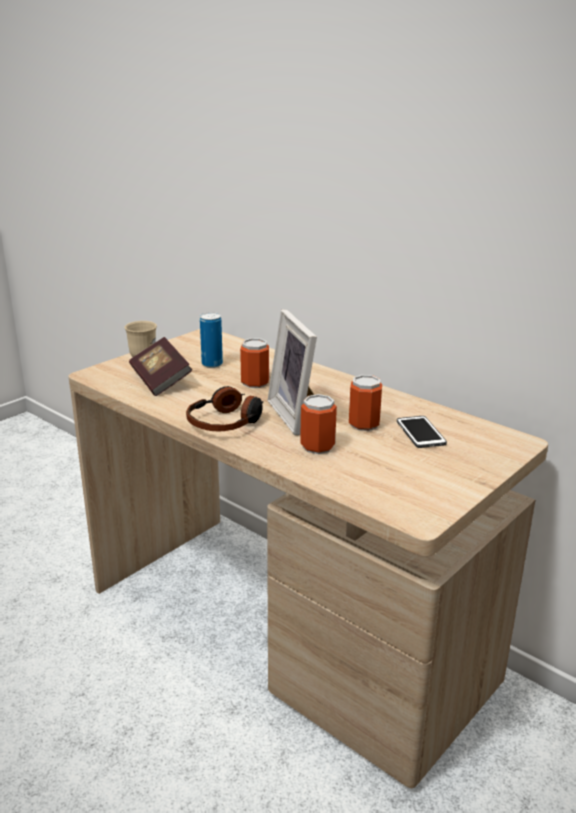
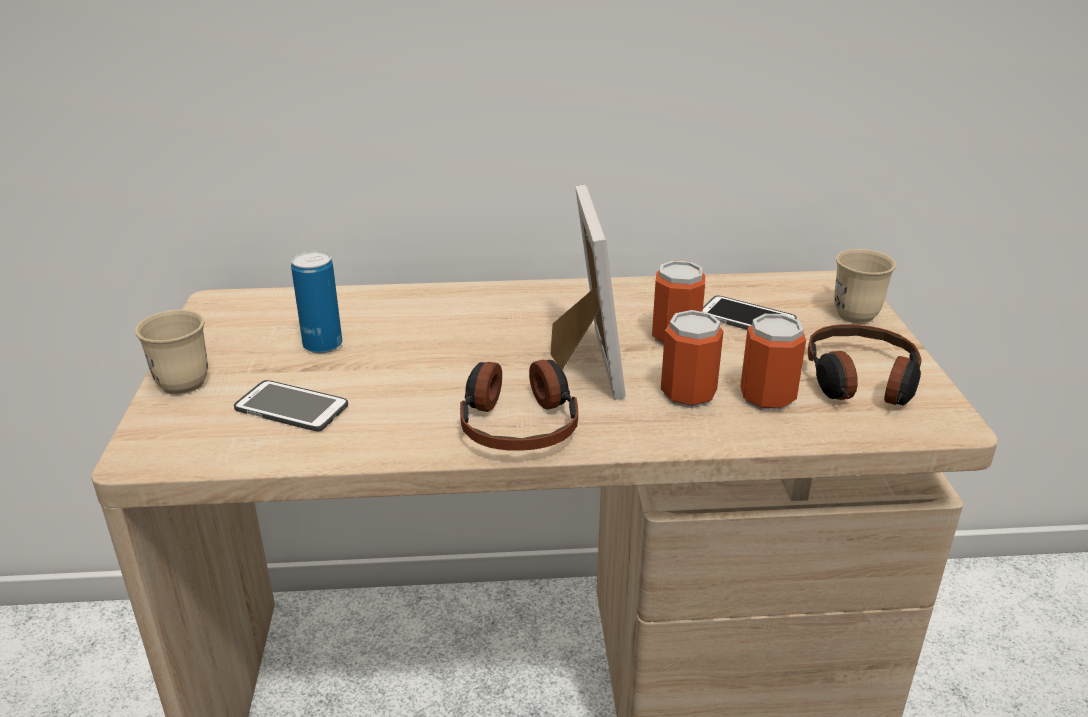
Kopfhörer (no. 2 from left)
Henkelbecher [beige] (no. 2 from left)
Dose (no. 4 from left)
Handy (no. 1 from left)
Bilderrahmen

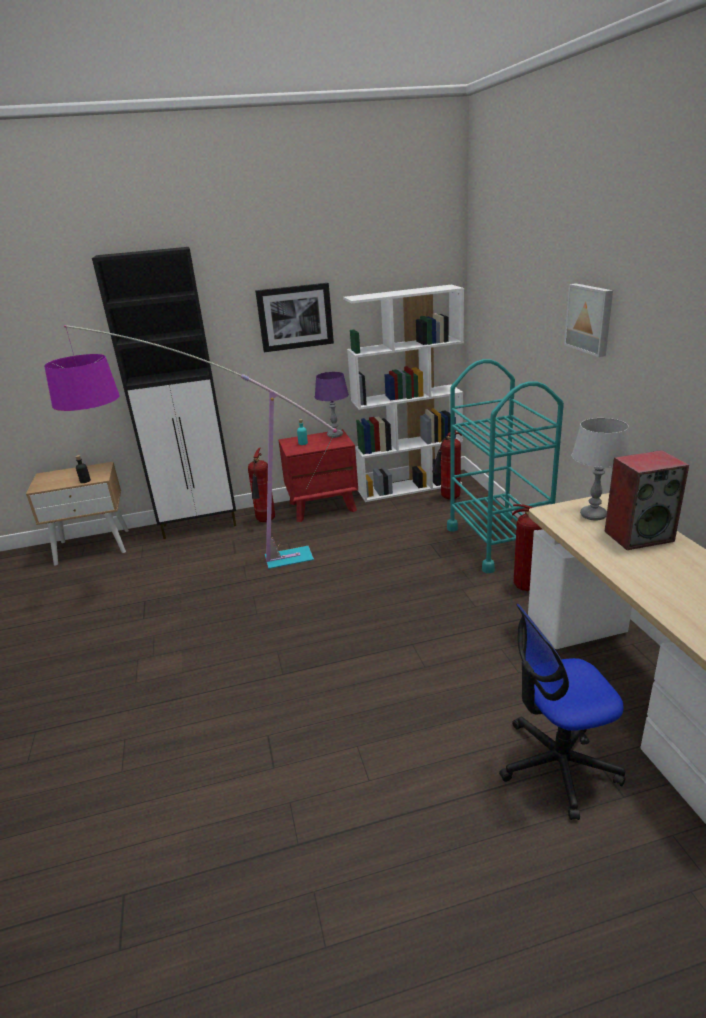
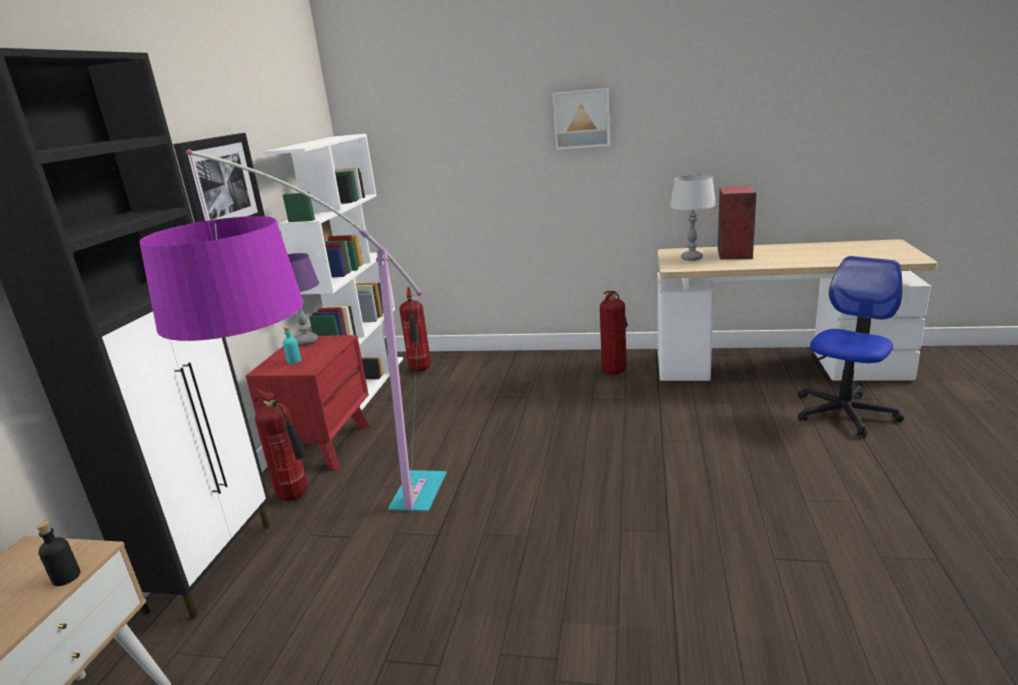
Rollwagen [türkis]
Bürostuhl

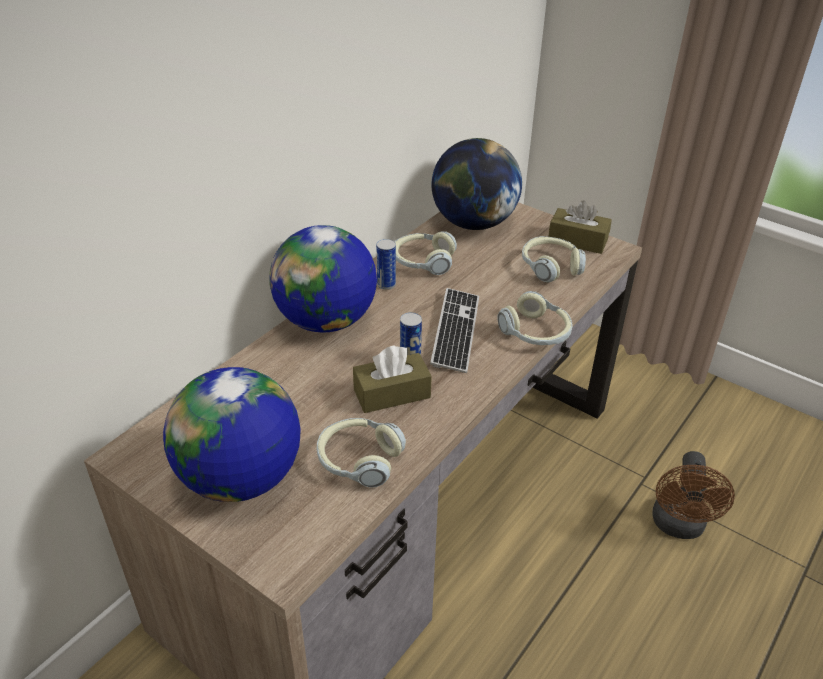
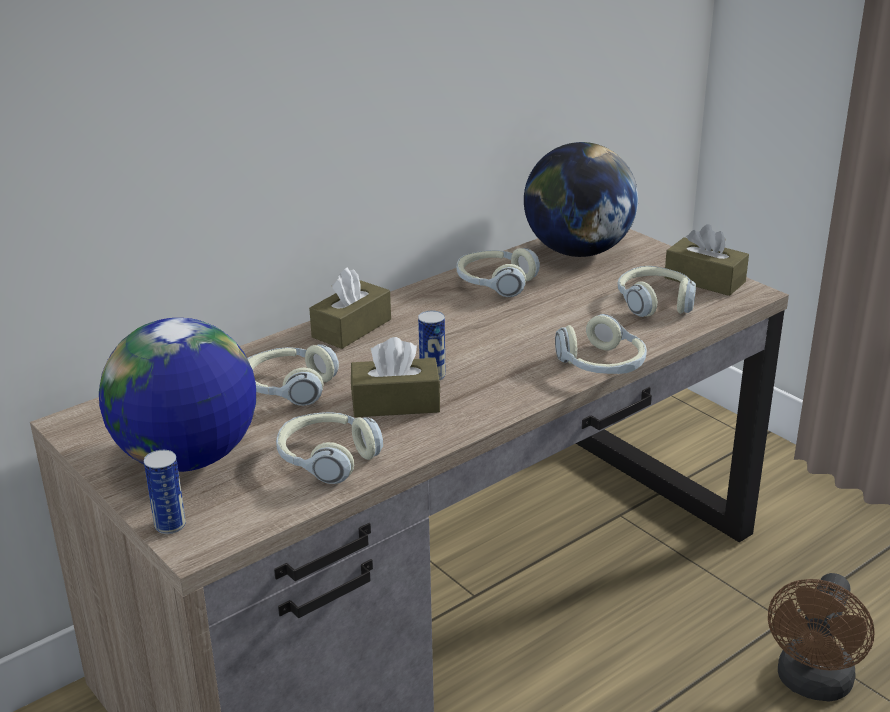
Tastatur
Kopfhörer (no. 1 from left)
Dose (no. 1 from left)
Taschentuchbox [braun] (no. 1 from left)

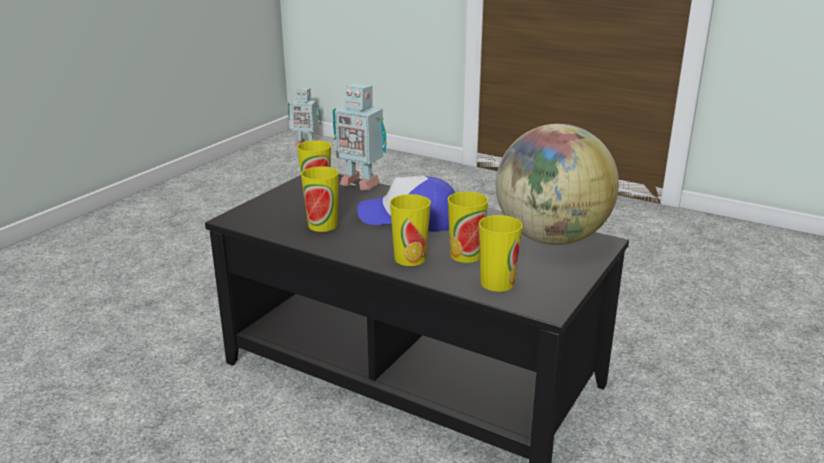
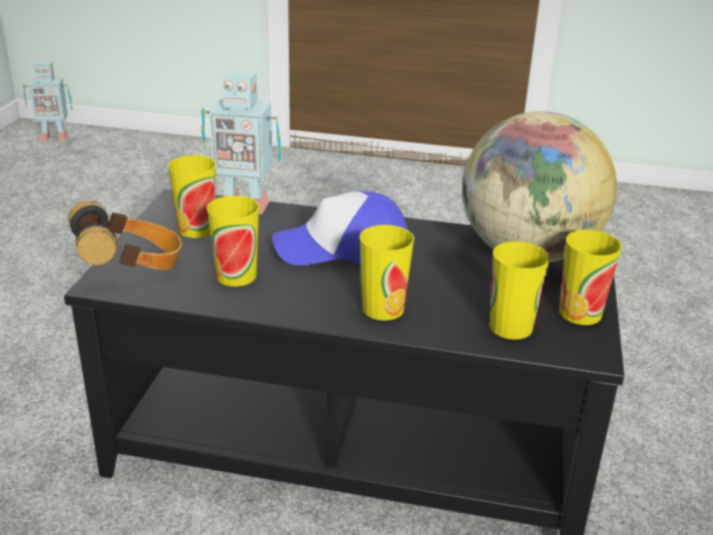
Kopfhörer
Tasse (no. 5 from left)

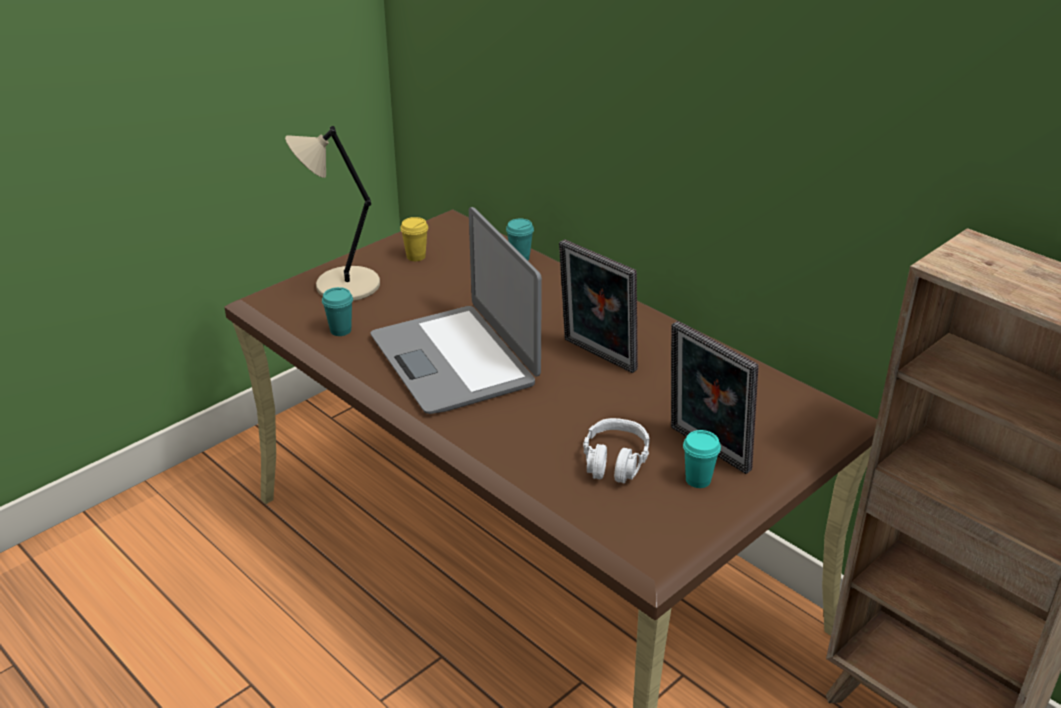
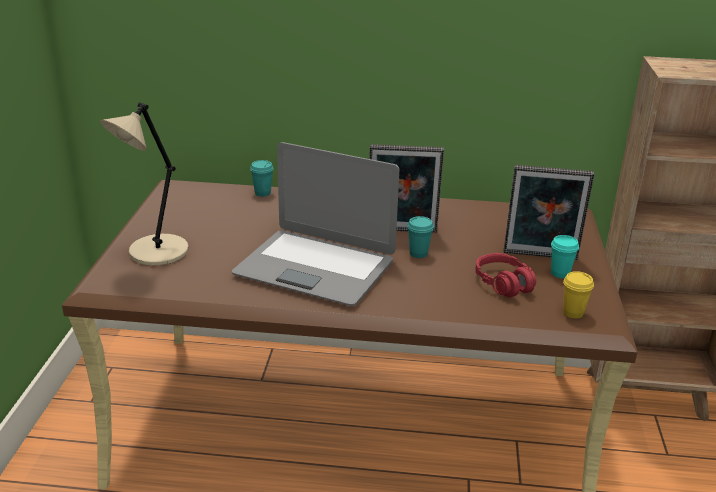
Tasse [türkis] (no. 2 from left)
Tasse [gelb]
Kopfhörer [rot]

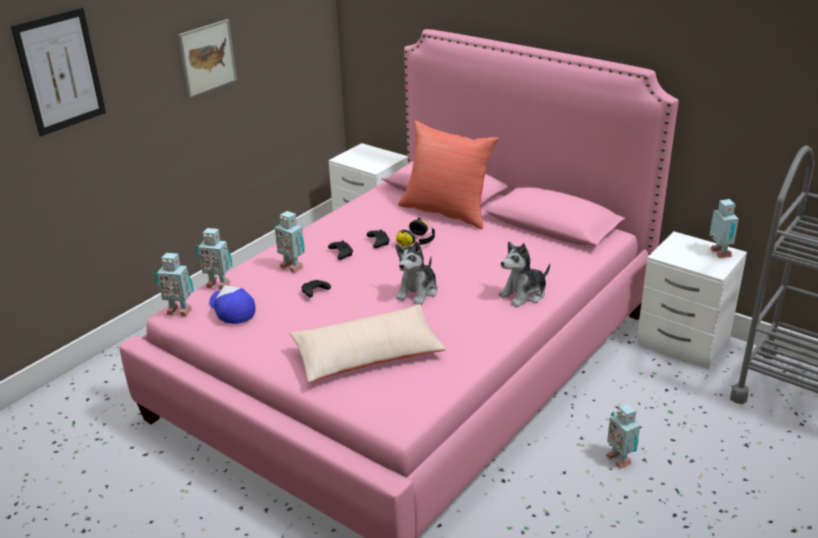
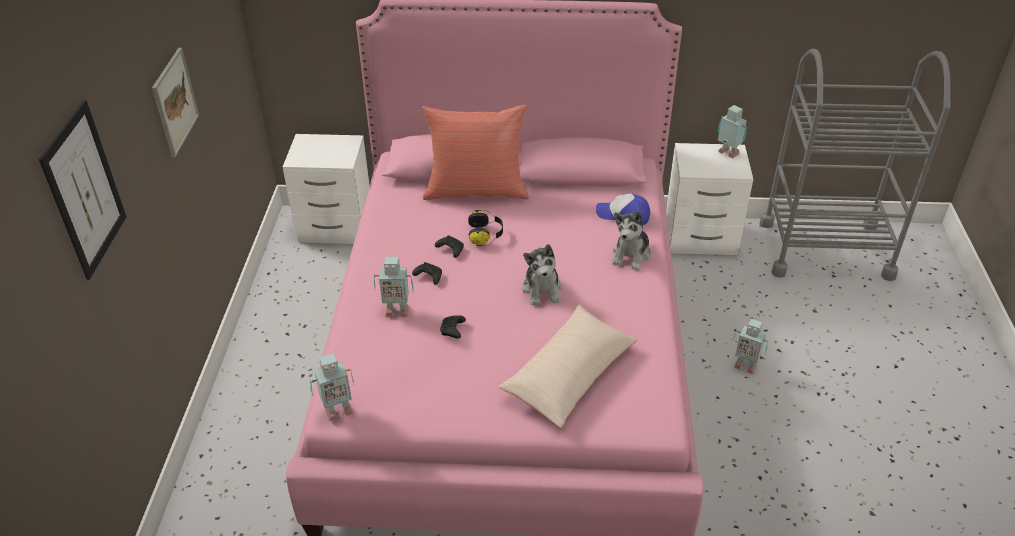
Spielzeugroboter (no. 2 from left in the first image)
Kappe

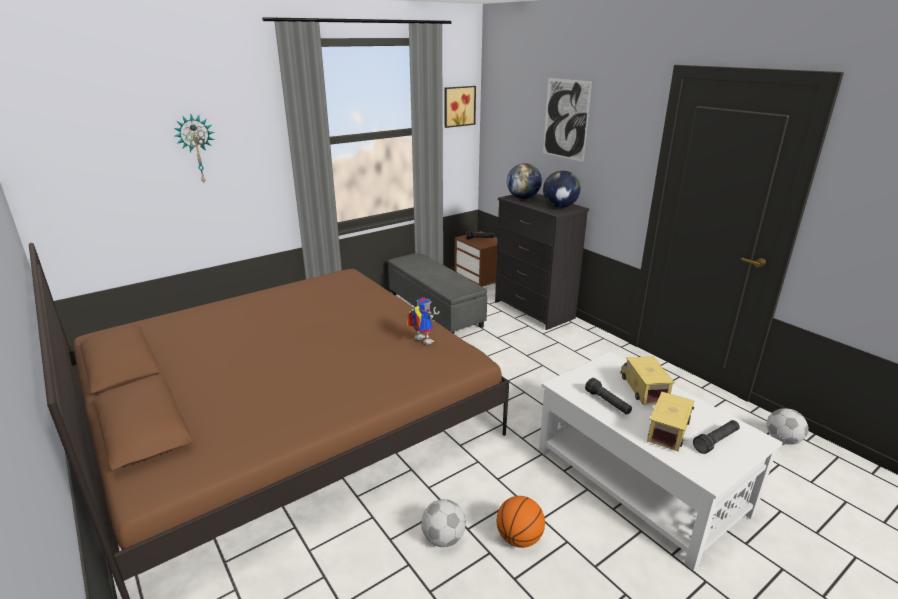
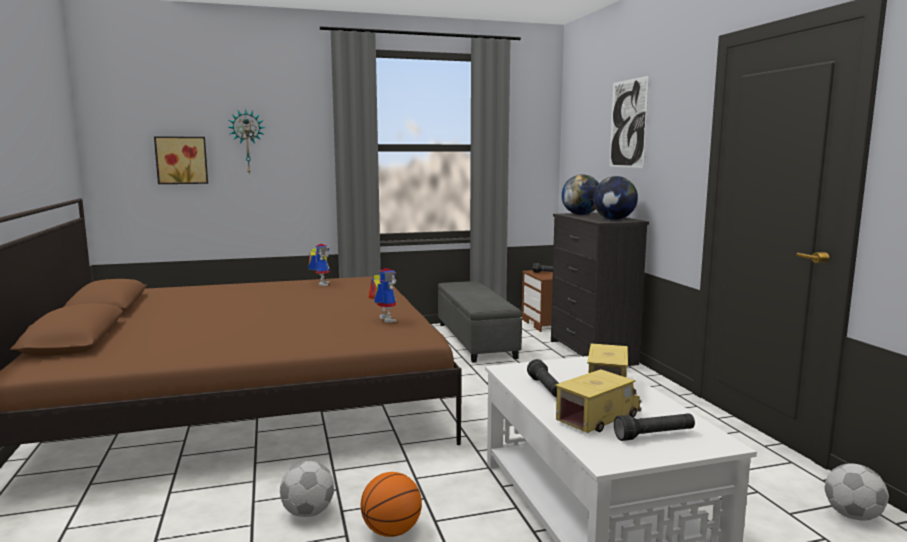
Spielzeugroboter (no. 1 from left)
Bild (no. 1 from left)

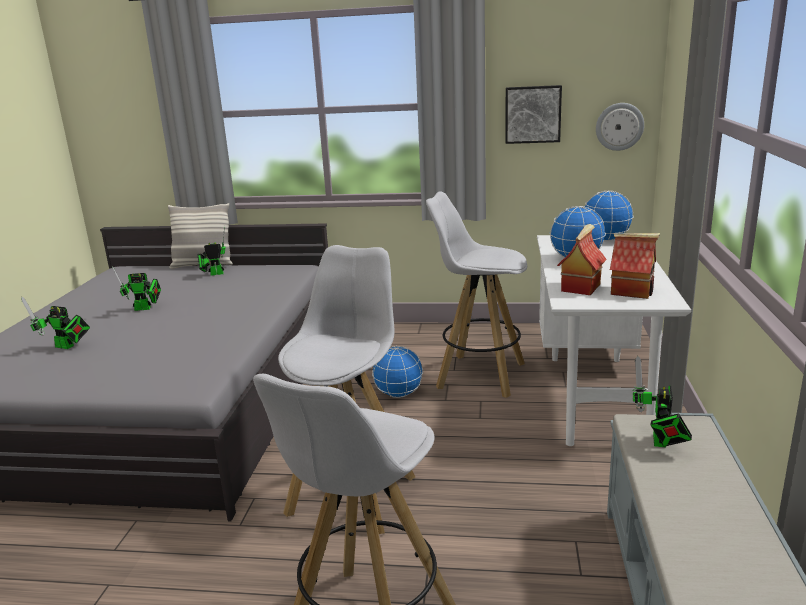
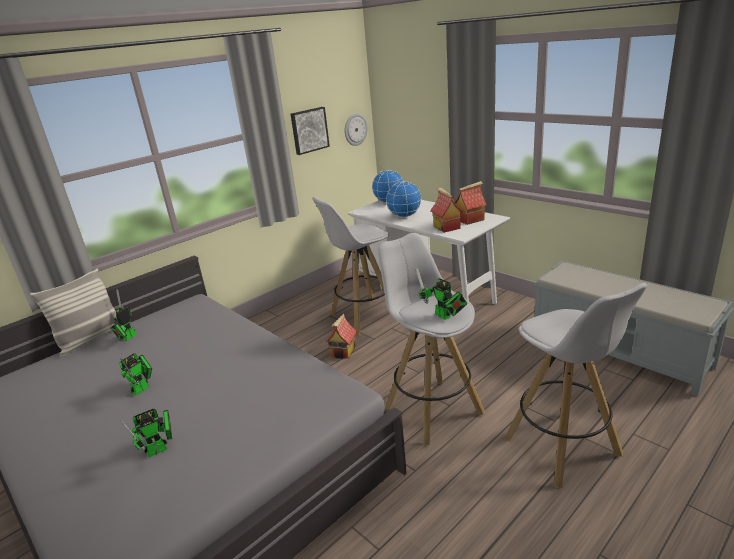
Spielzeugroboter (no. 4 from left)
Spielzeughaus (no. 1 from left)

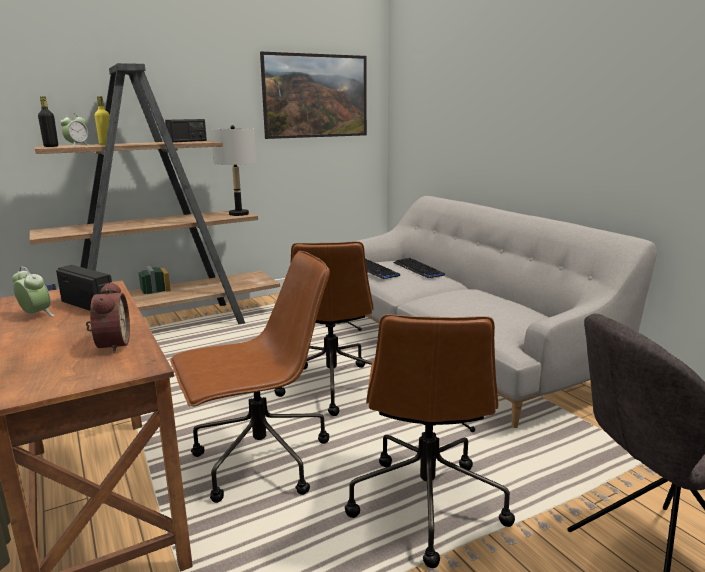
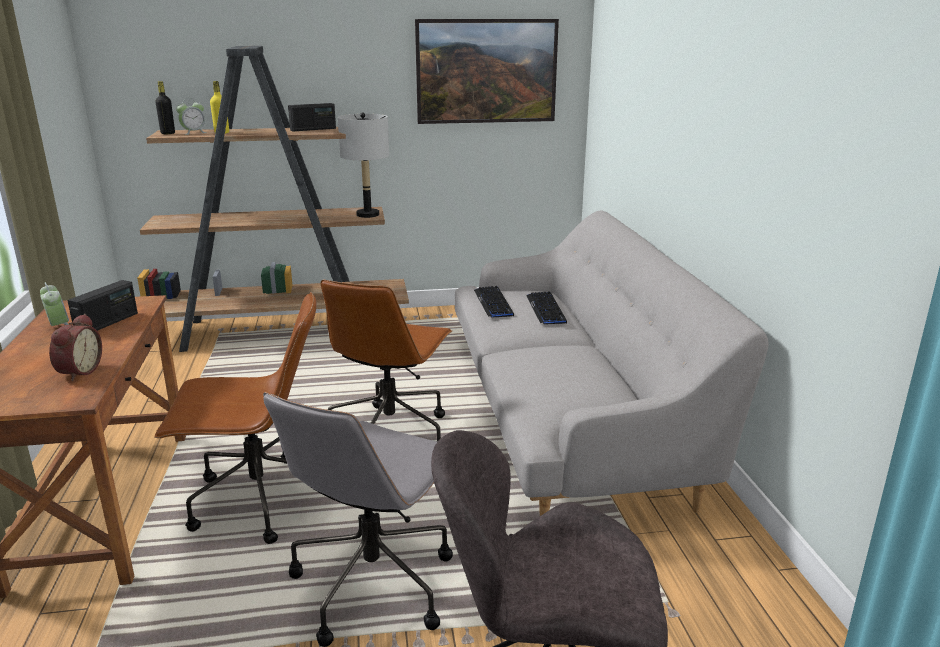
Bürostuhl [grau]
Radio (no. 1 from left)

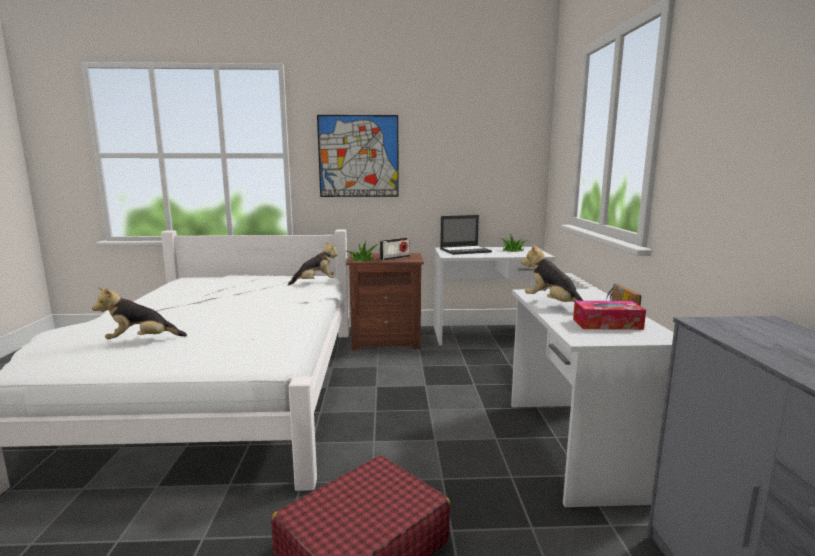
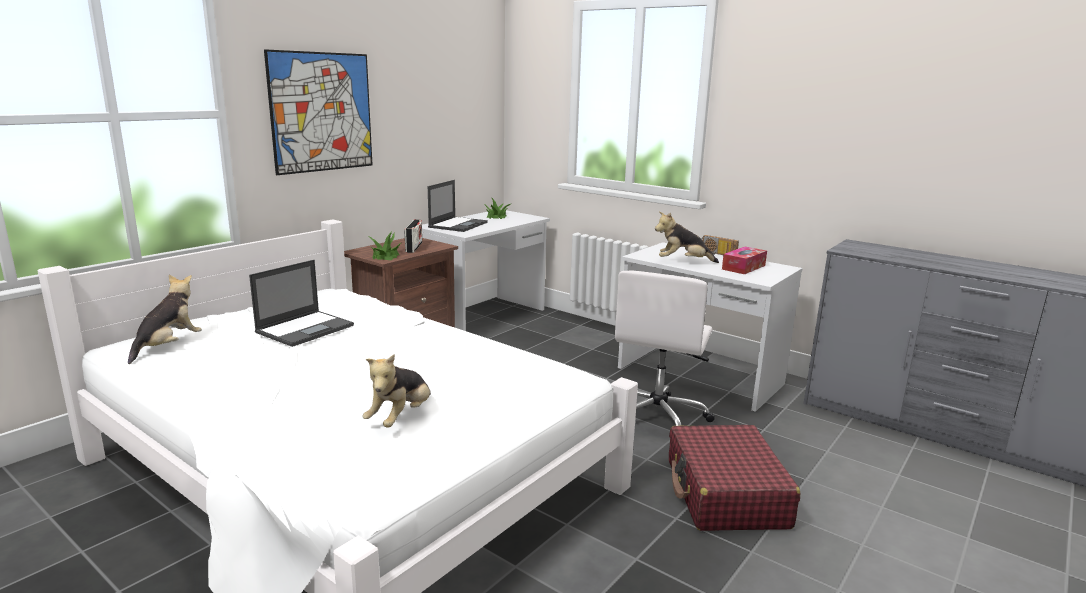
Laptop (no. 1 from left)
Bürostuhl [weiß]
Plüschtier (no. 1 from left)

